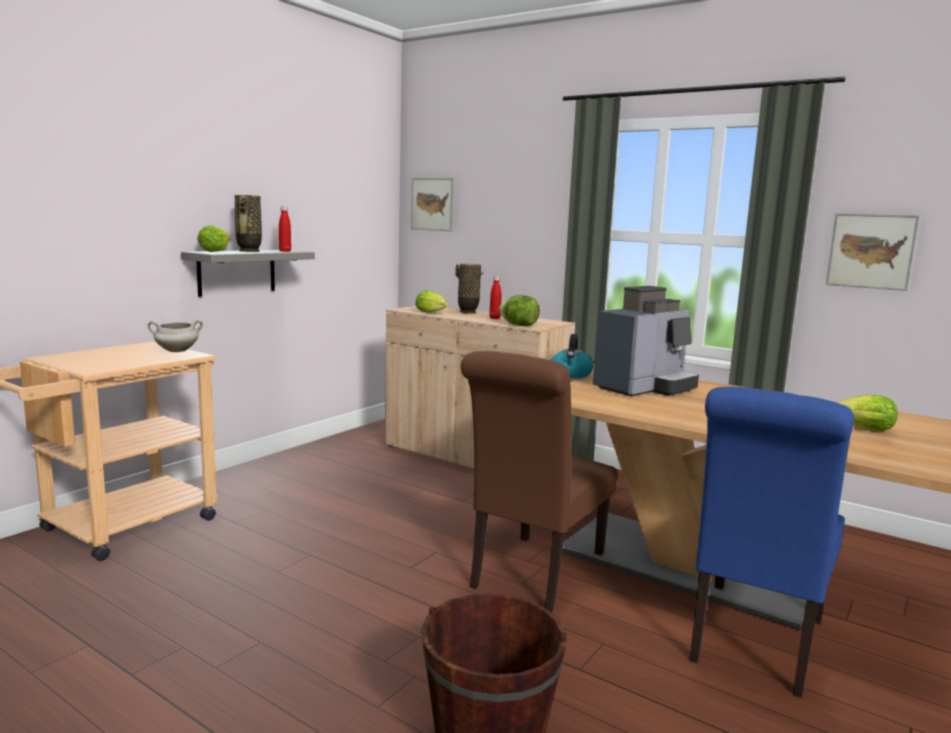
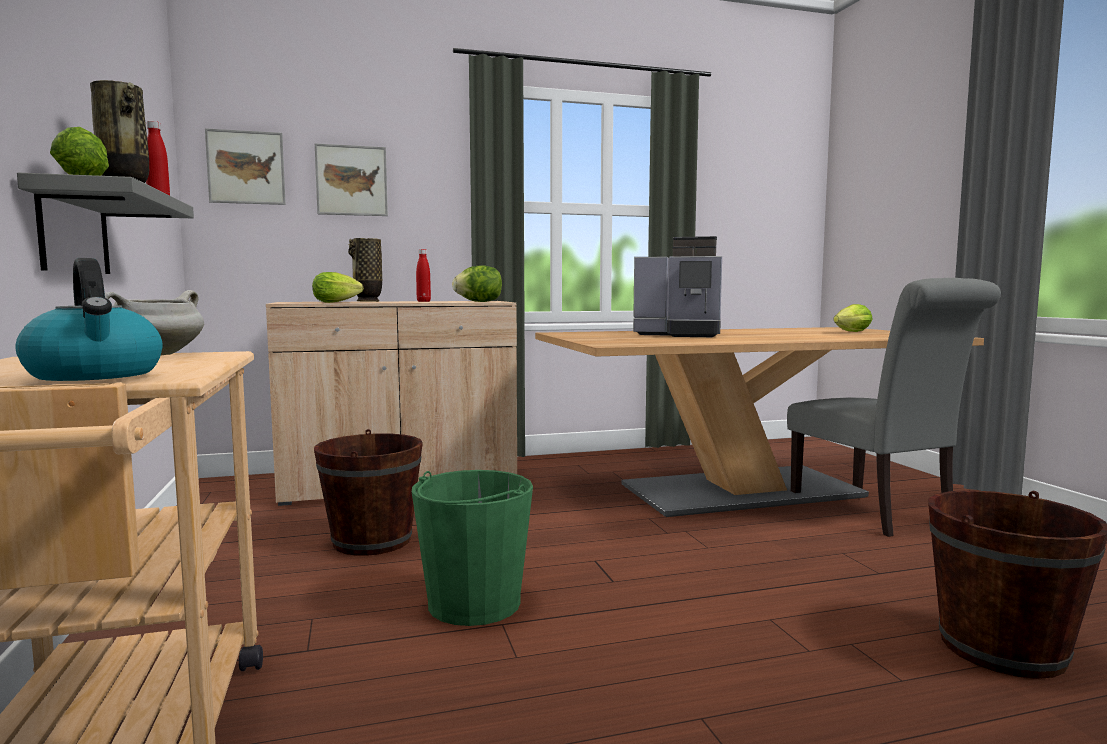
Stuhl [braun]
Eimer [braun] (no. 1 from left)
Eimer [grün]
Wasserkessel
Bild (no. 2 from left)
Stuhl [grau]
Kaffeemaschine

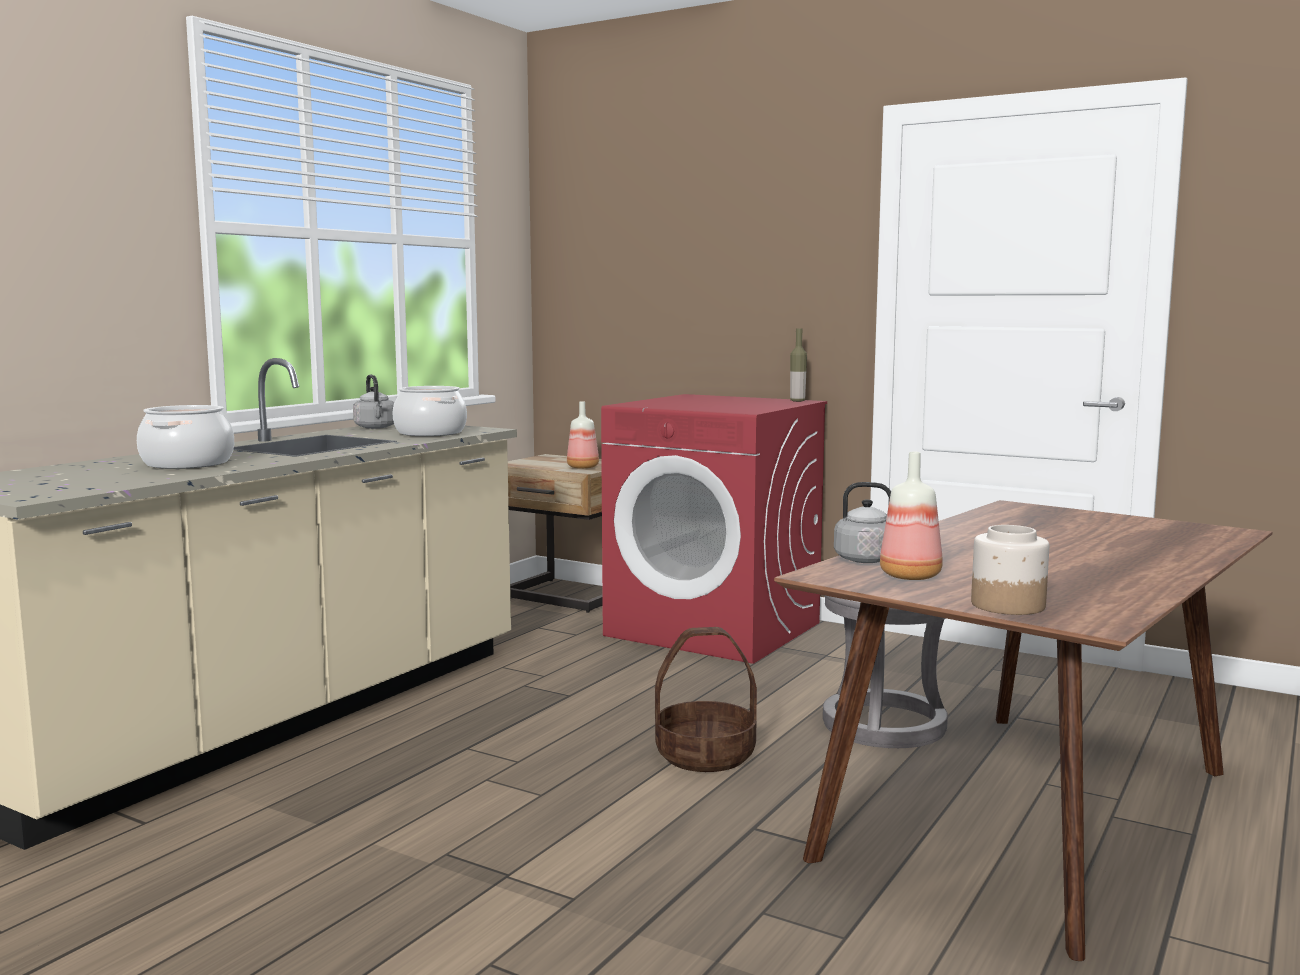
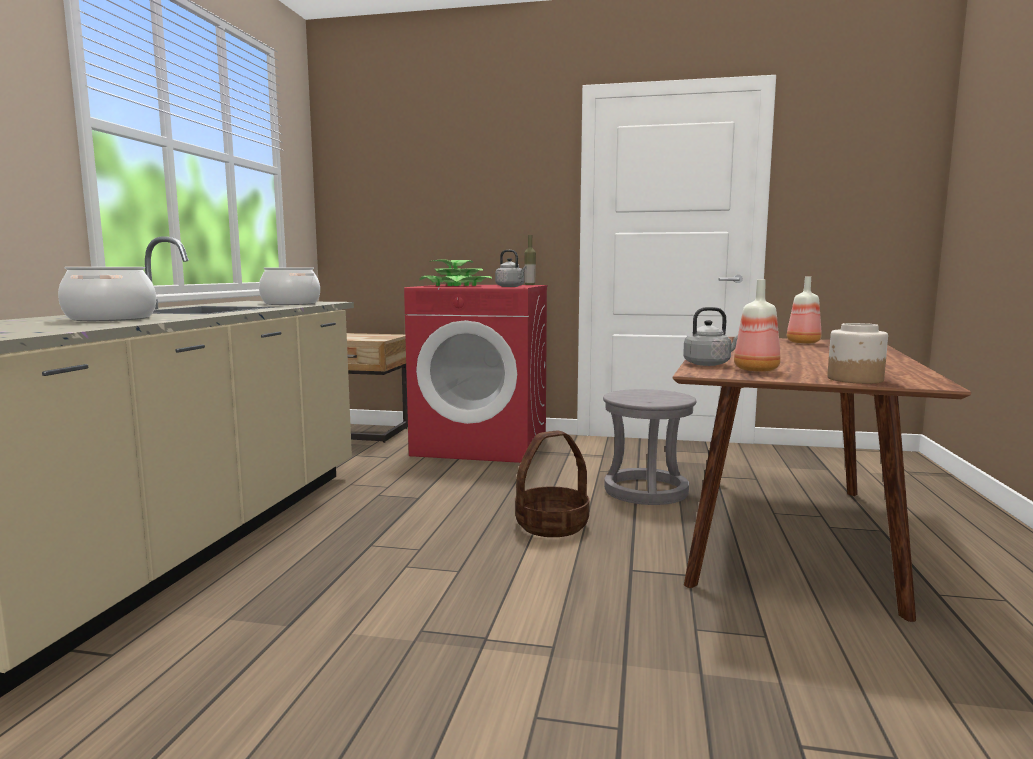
Topfpflanze
Wasserkessel [grau] (no. 1 from left)
Flasche (no. 3 from left)

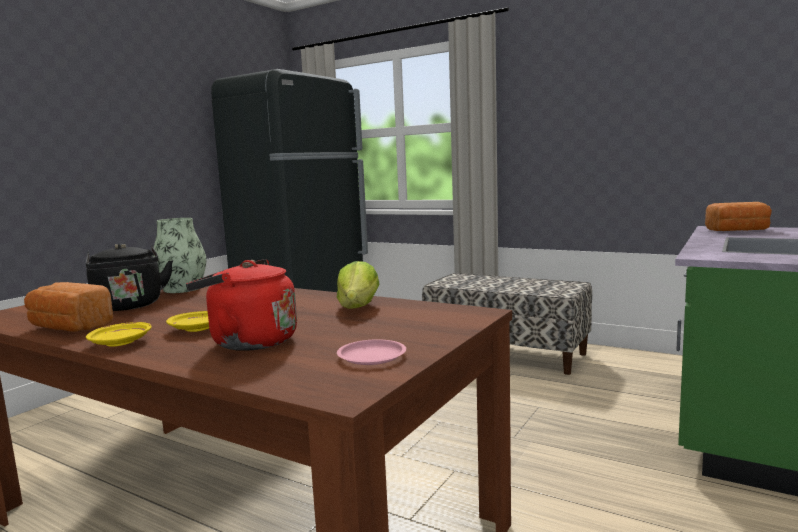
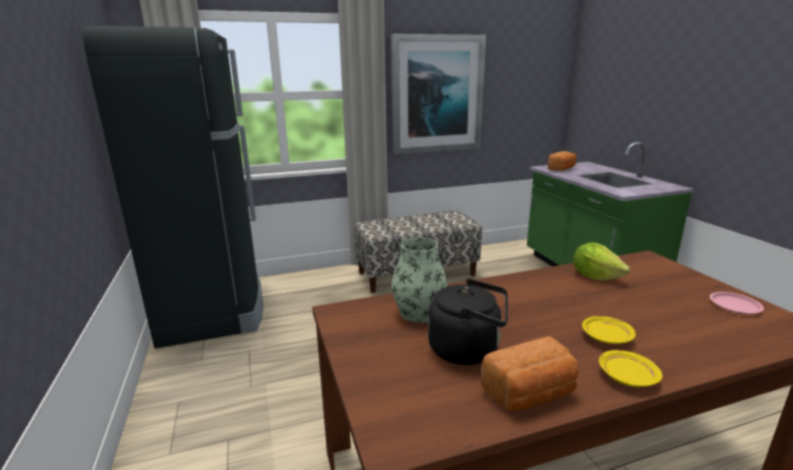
Wasserkessel [rot]
Bild

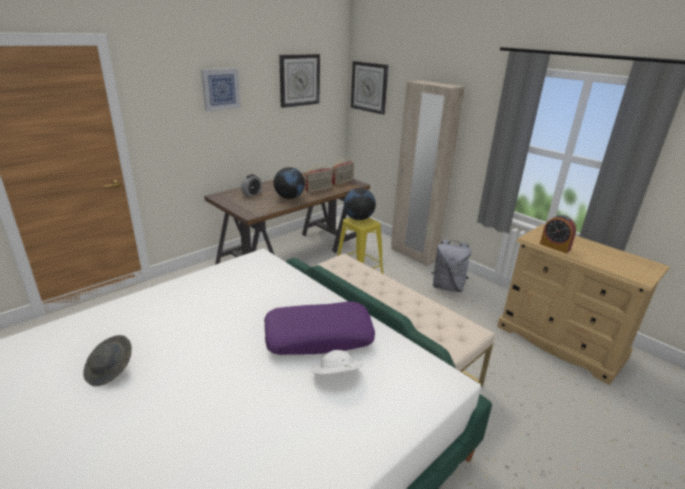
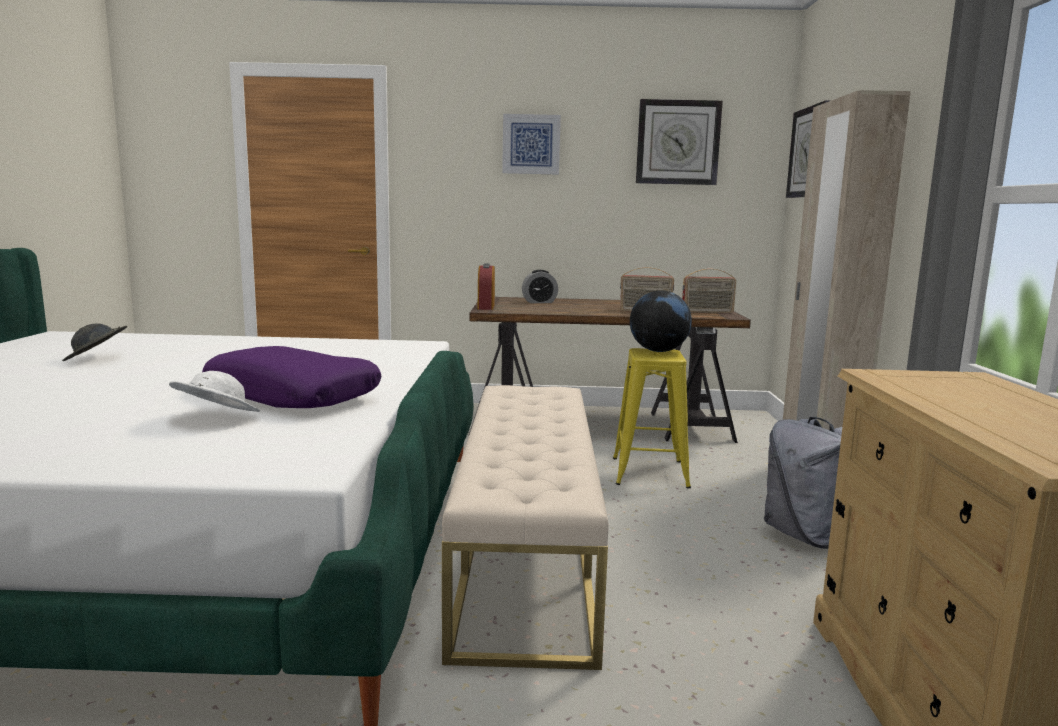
Globus (no. 1 from left in the first image)
Wecker (no. 1 from left)

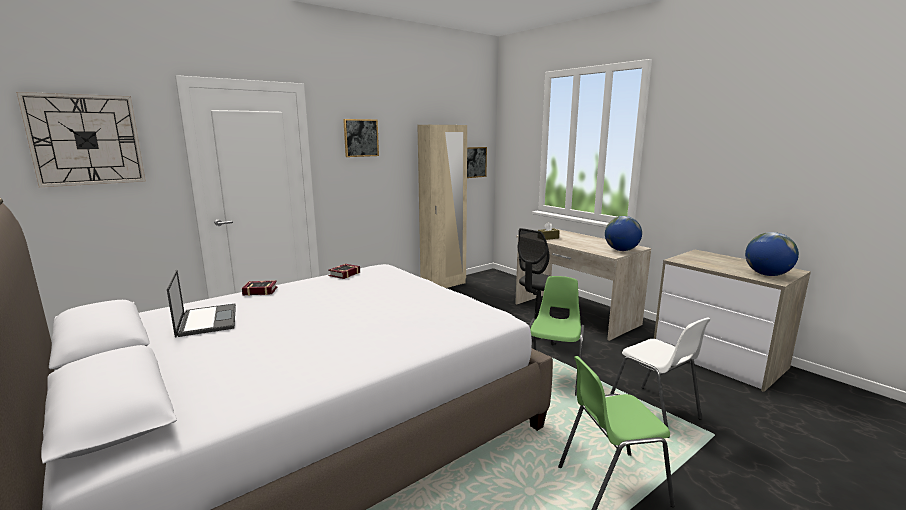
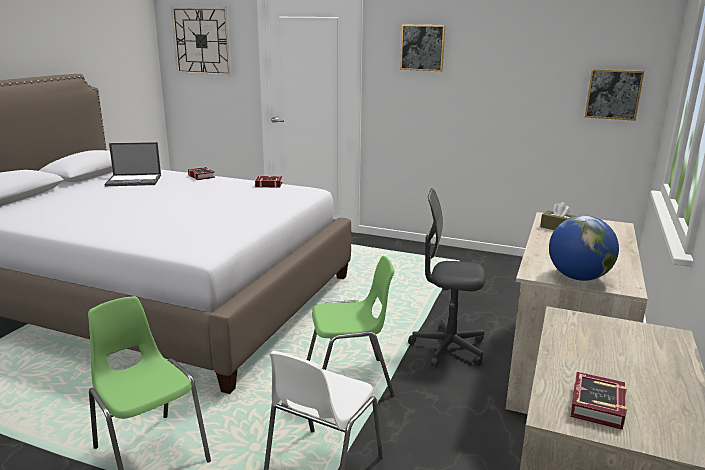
Kleiderschrank [beige]
Buch (no. 3 from left)
Laptop

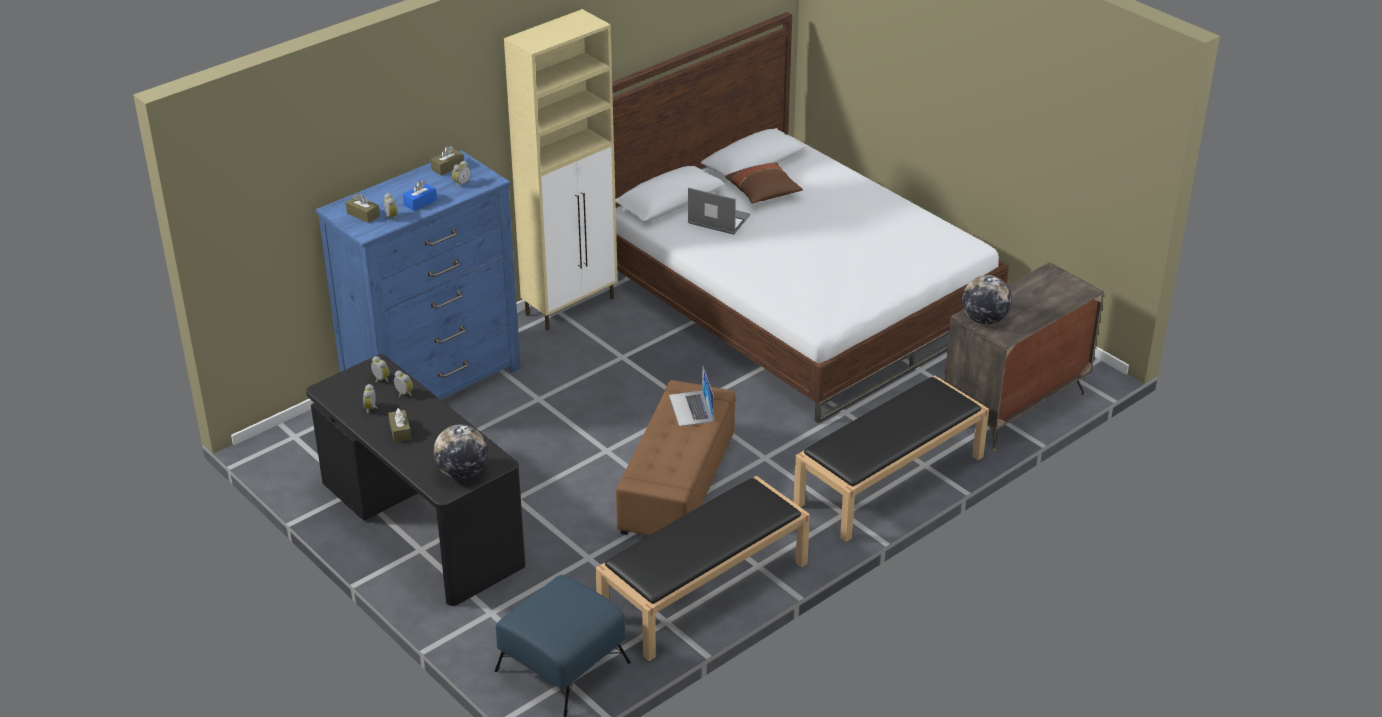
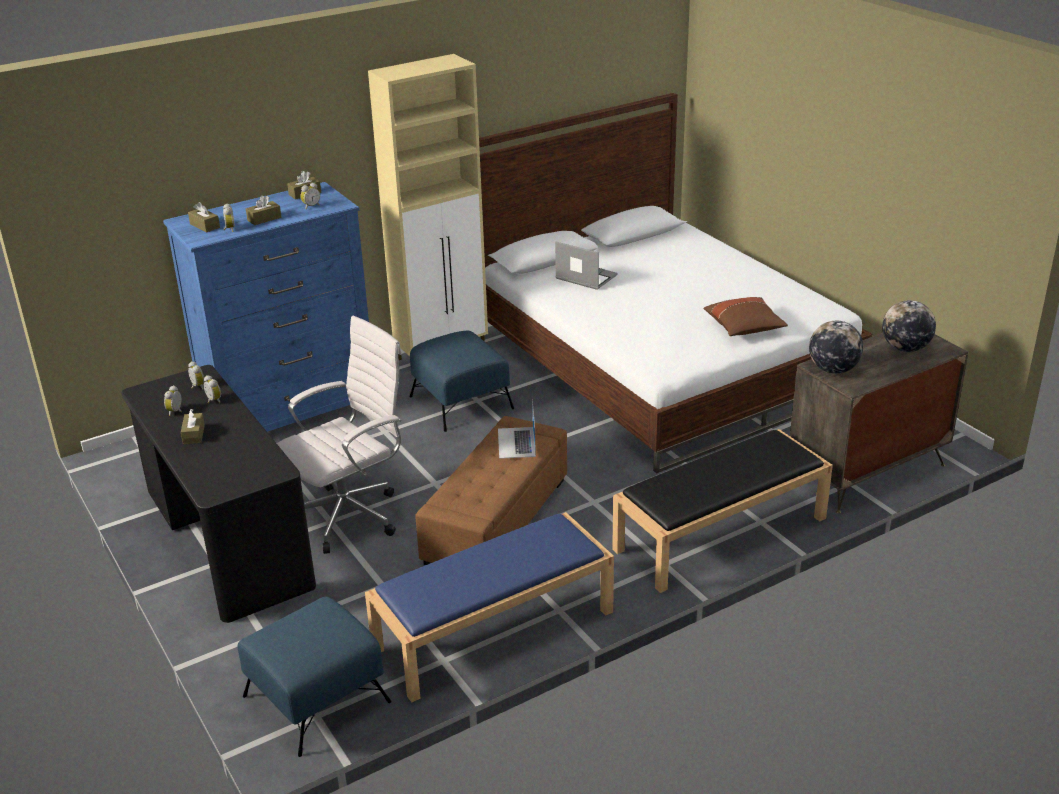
Bürostuhl [weiß]
Polsterhocker [blau] (no. 2 from left)
Globus (no. 2 from left)
Kissen [braun]
Taschentuchbox [braun] (no. 3 from left)
Bank [blau]

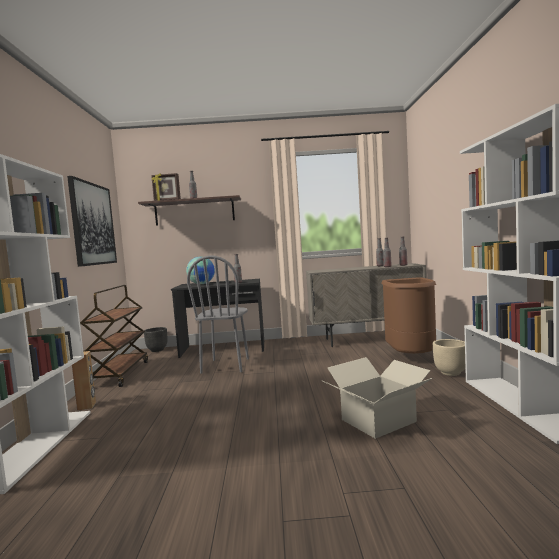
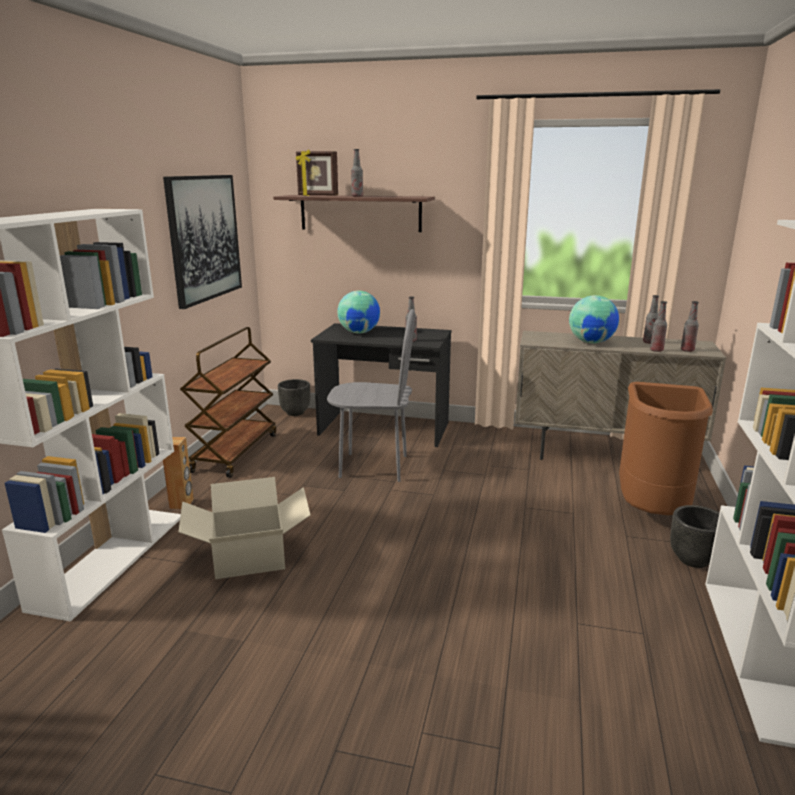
Globus (no. 2 from left)
Karton
Pflanzkübel [schwarz] (no. 2 from left)
Stuhl [grau]

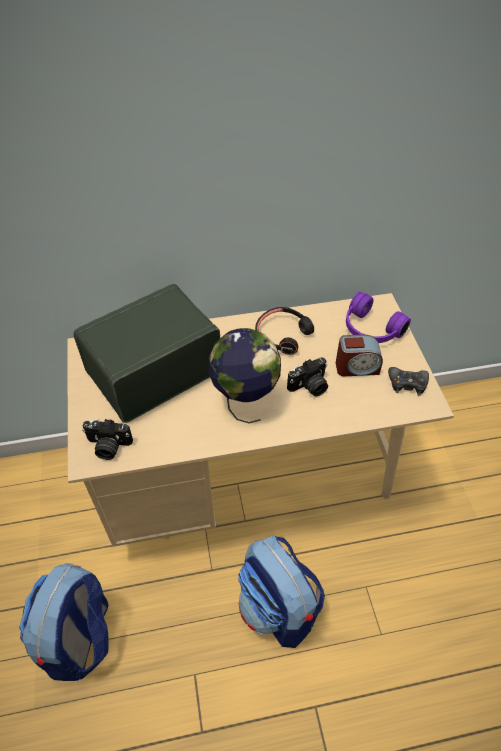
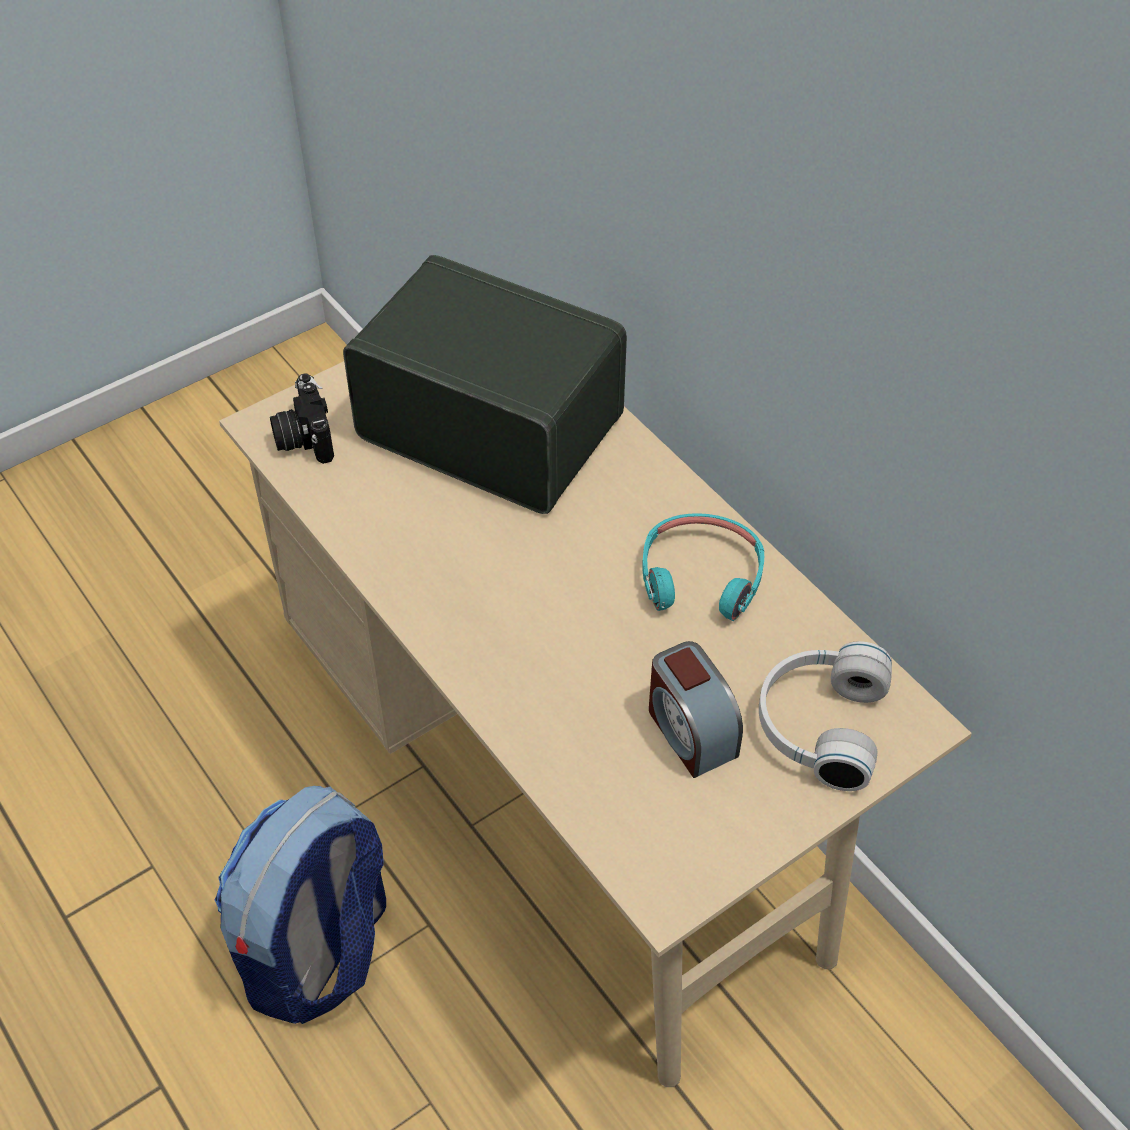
Rucksack (no. 1 from left in the first image)
Globus
Kamera (no. 2 from left in the first image)
Gamepad [schwarz]
Kopfhörer [türkis]
Kopfhörer [weiß]

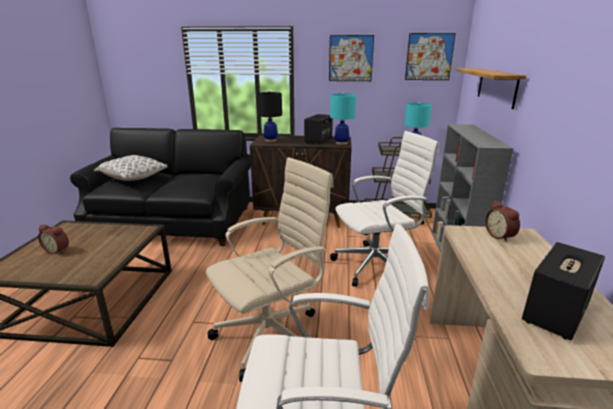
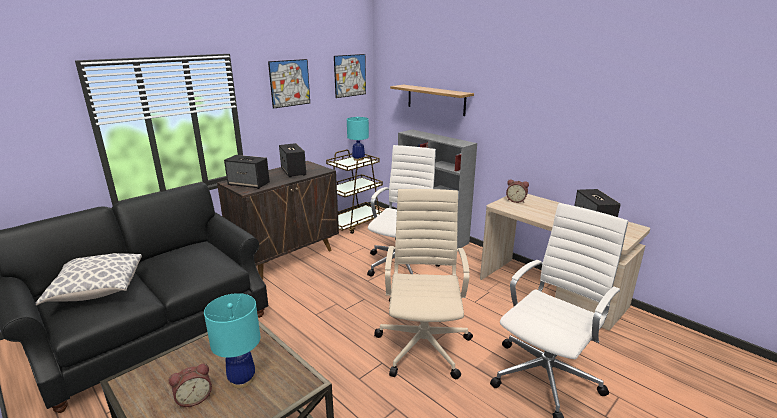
Tischlampe [türkis] (no. 1 from left)
Lautsprecher (no. 1 from left)

